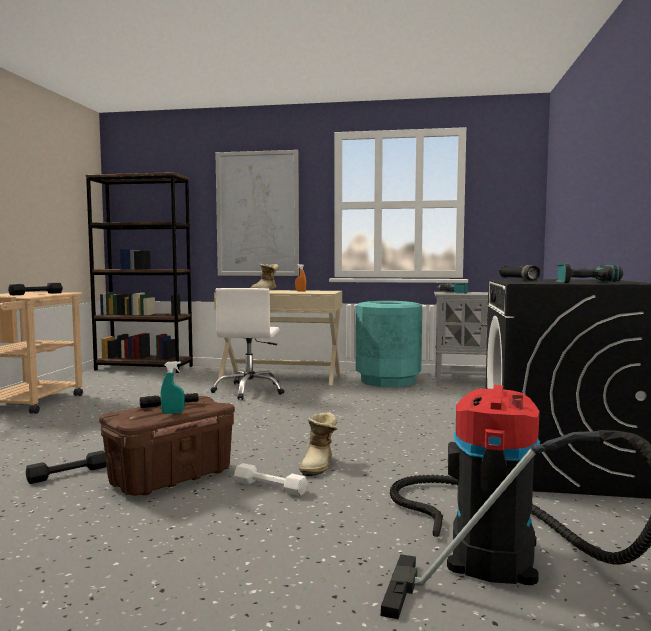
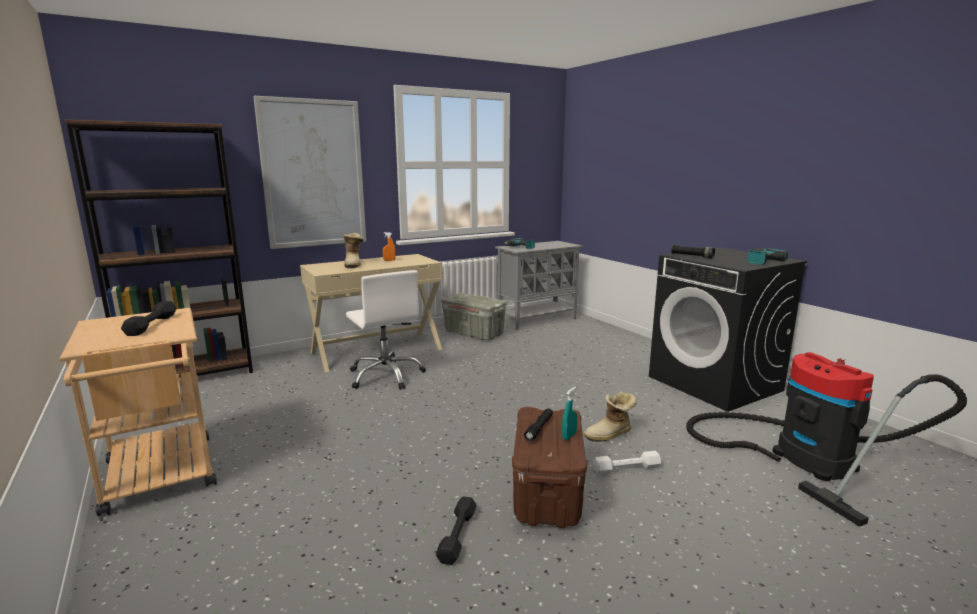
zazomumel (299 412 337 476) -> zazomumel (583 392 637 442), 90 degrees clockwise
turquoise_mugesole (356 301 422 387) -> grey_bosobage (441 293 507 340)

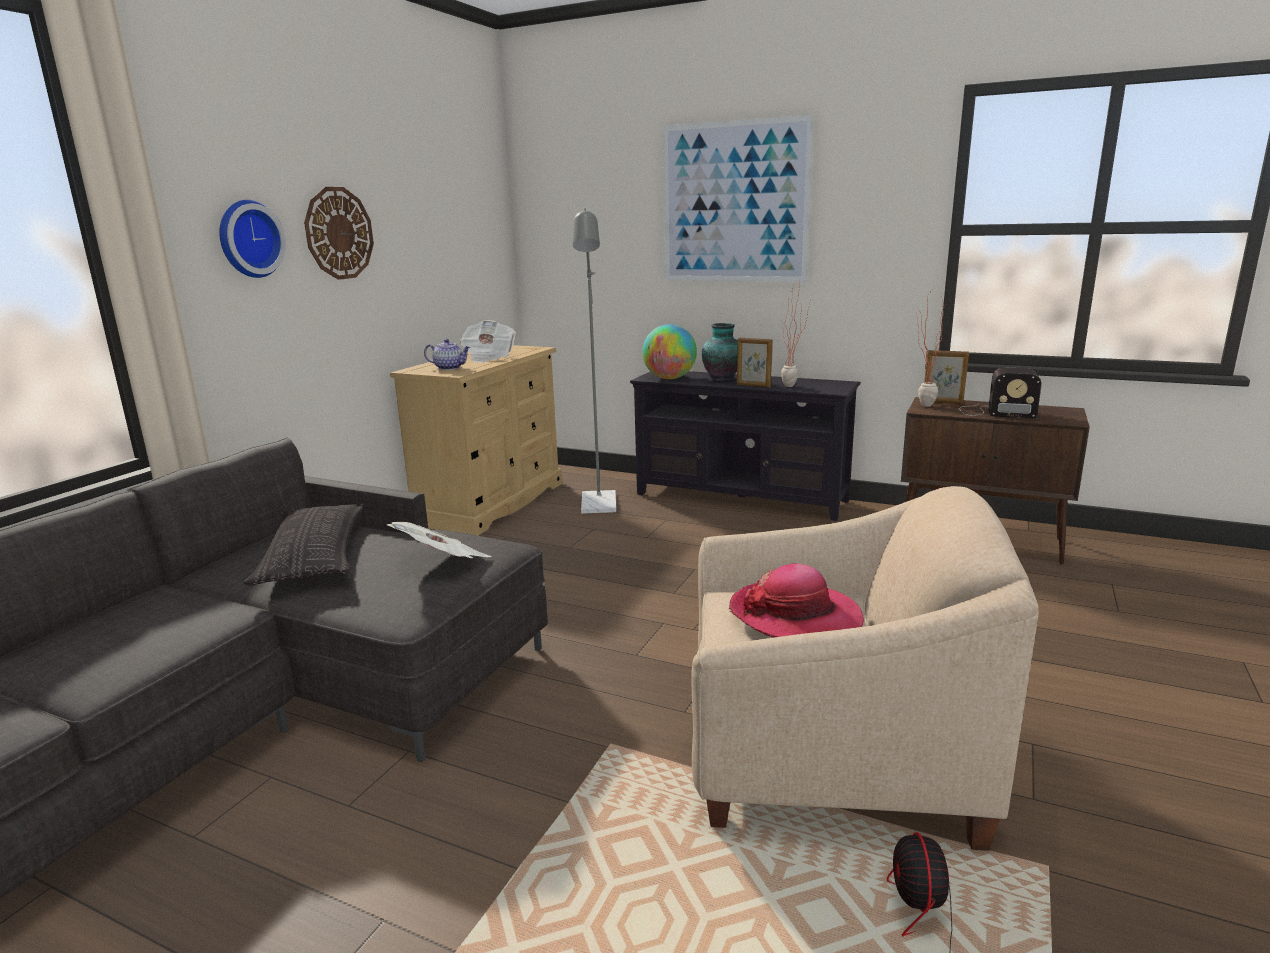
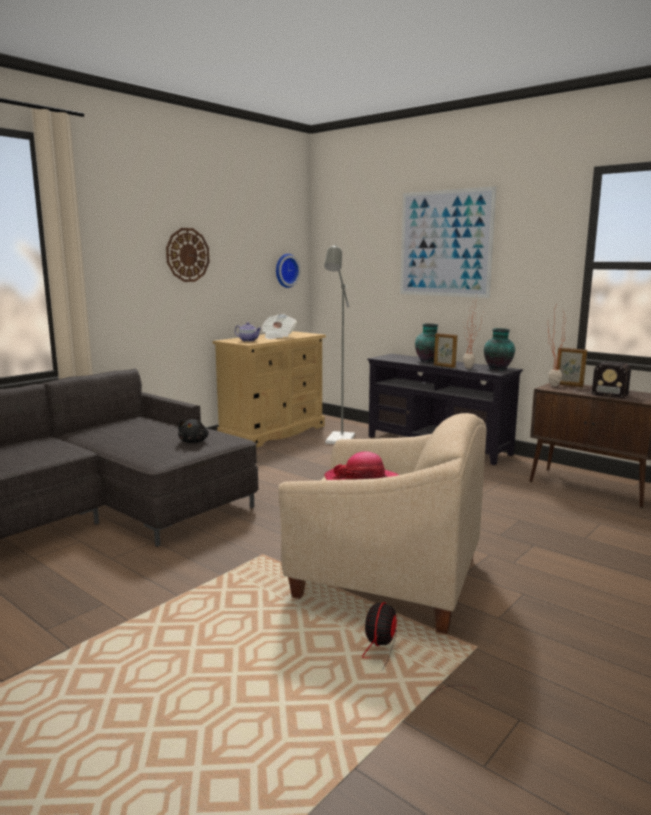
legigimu (219 200 286 278) -> legigimu (276 254 301 288), shifted
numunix (244 503 366 586) -> none
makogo (386 522 492 558) -> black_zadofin (178 419 209 443)
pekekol (642 324 697 379) -> none
none -> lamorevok (484 328 515 370)

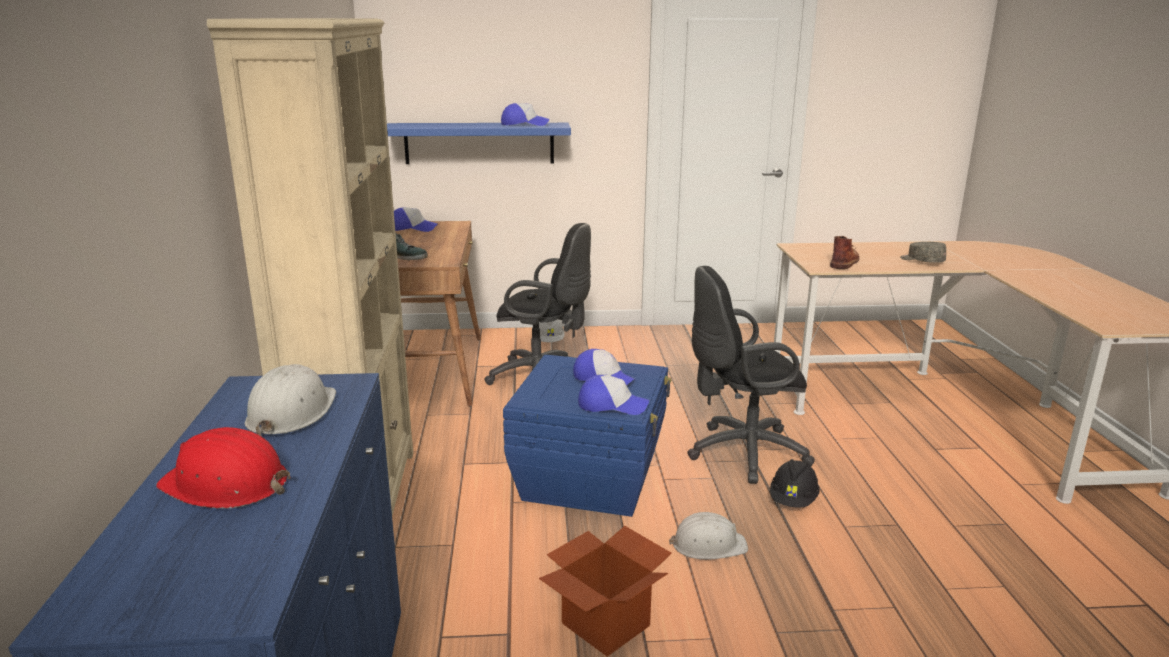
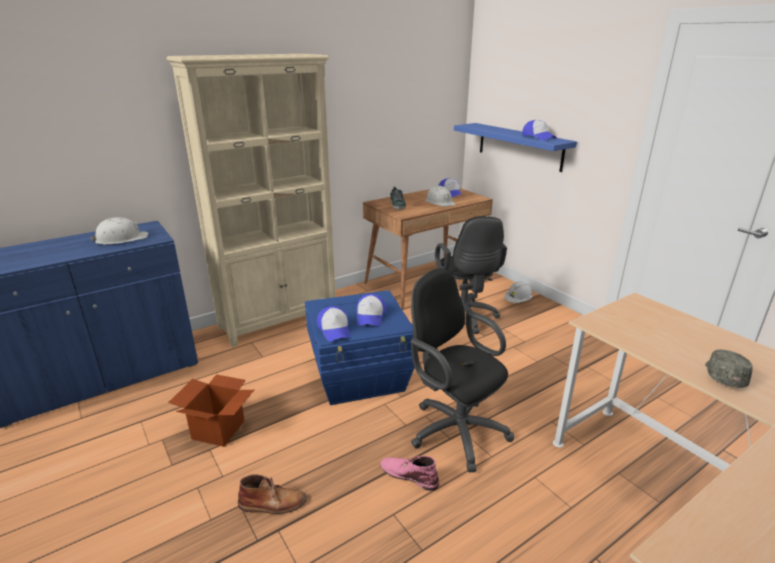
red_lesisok (156 427 291 509) -> none
white_lesisok (669 512 748 560) -> white_lesisok (425 186 456 207), shifted
black_lesisok (770 459 820 508) -> pink_zazomumel (380 456 439 491)
brown_zazomumel (830 236 859 269) -> brown_zazomumel (238 474 307 514), shifted

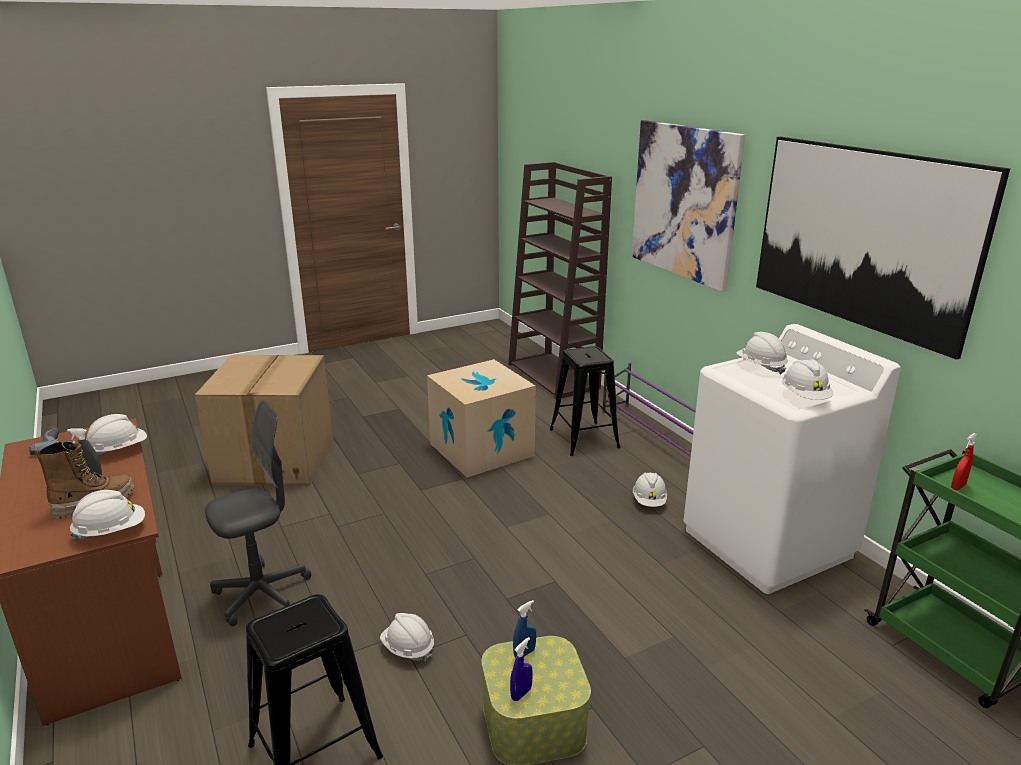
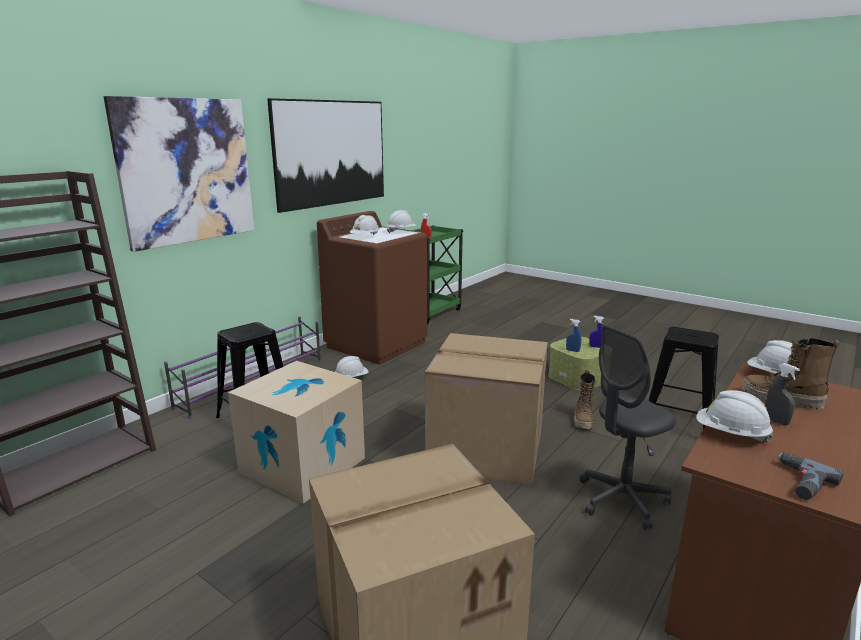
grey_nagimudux (205 400 311 626) -> grey_nagimudux (580 325 676 530), 60 degrees counterclockwise
white_lesisok (380 613 434 661) -> zazomumel (574 370 597 429)
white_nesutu (683 324 901 594) -> brown_nesutu (317 211 427 365)
none -> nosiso (425 333 548 485)

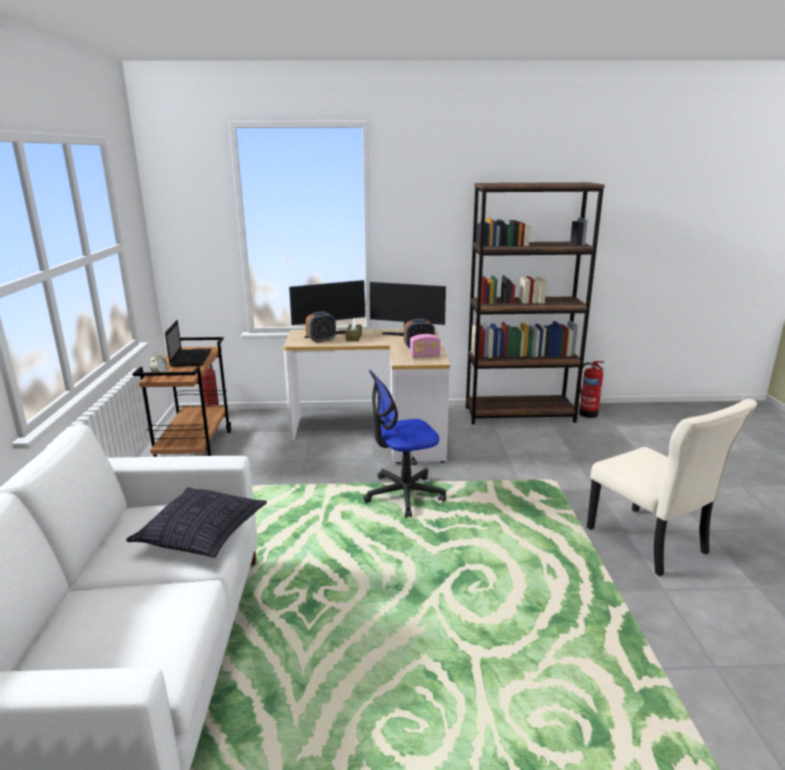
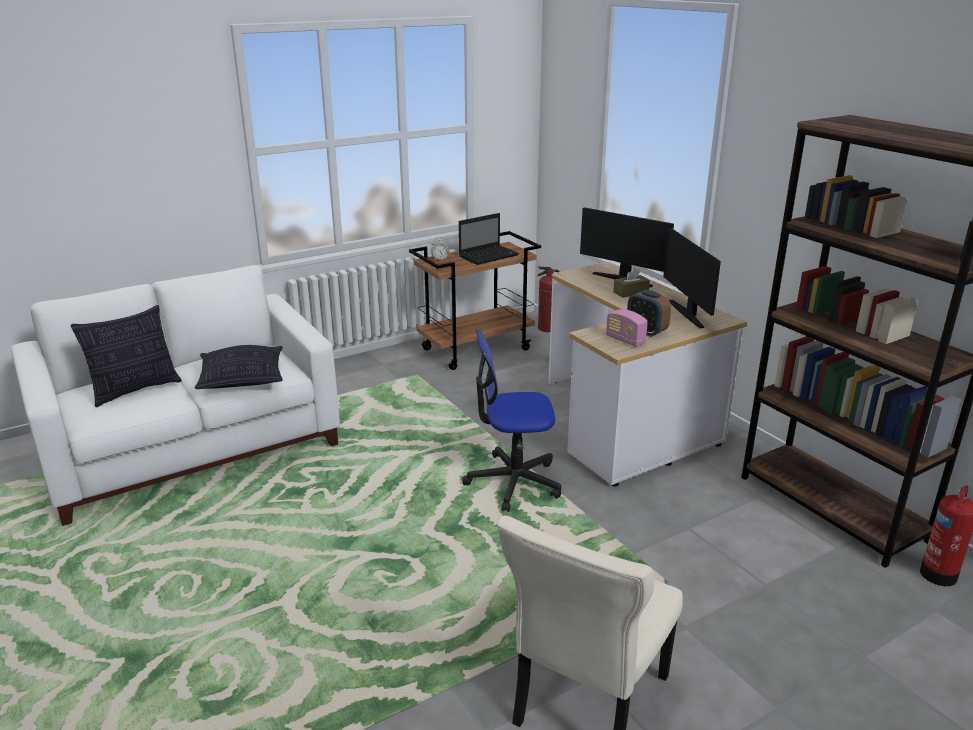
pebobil (305 311 336 343) -> none
nagimudux (363 370 446 518) -> nagimudux (462 329 561 512), 45 degrees counterclockwise
none -> numunix (71 305 181 407)

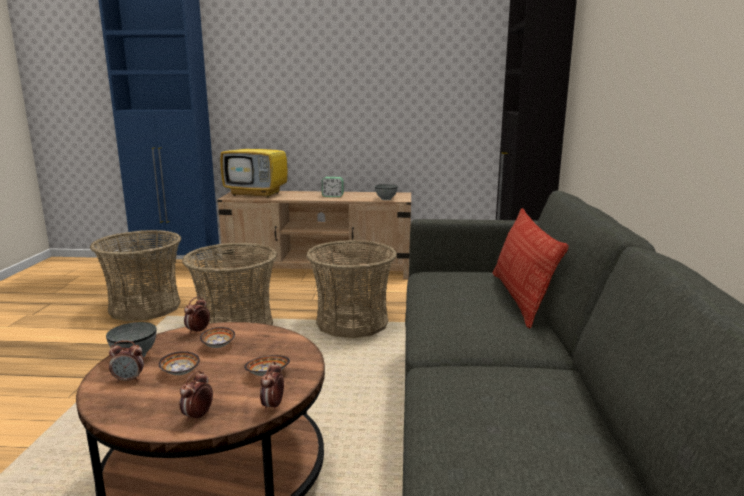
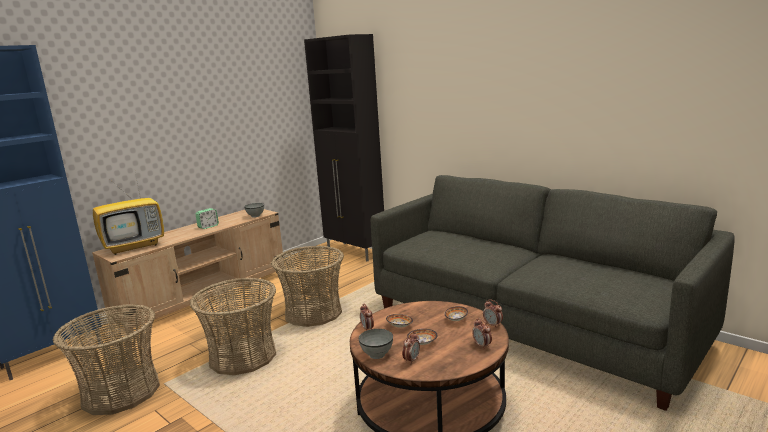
numunix (492 208 569 328) -> none

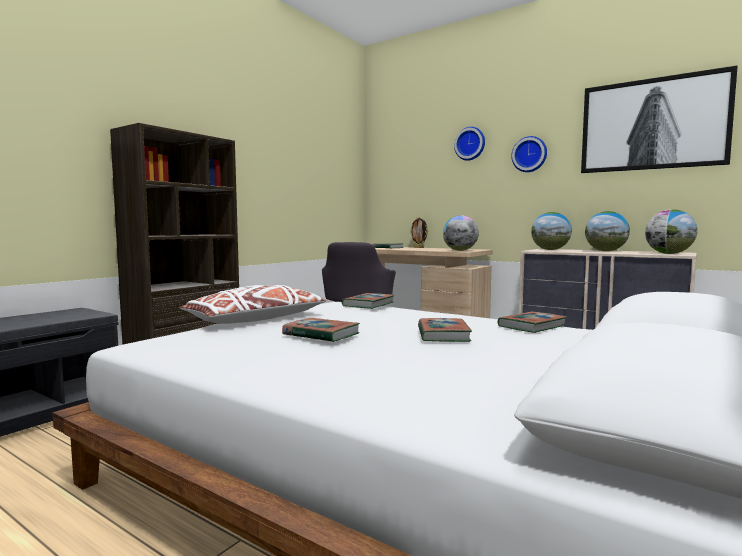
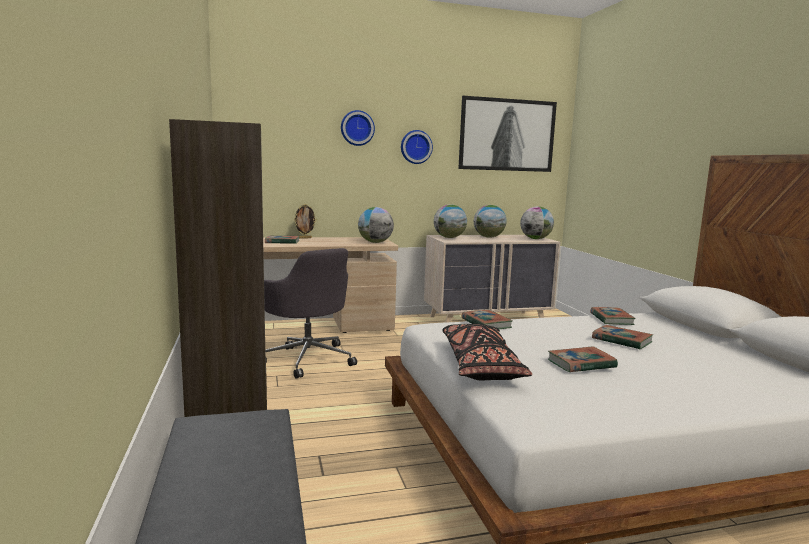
white_numunix (180 285 326 324) -> black_numunix (442 324 532 380)

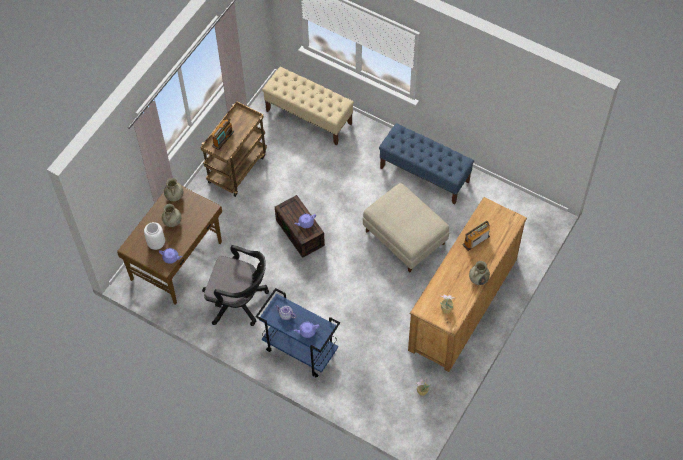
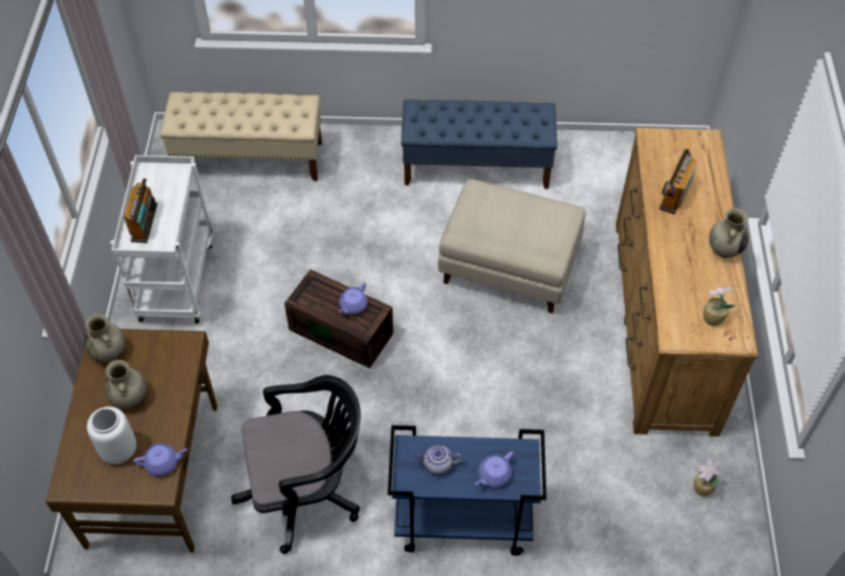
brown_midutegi (200 101 267 197) -> white_midutegi (110 155 213 323)

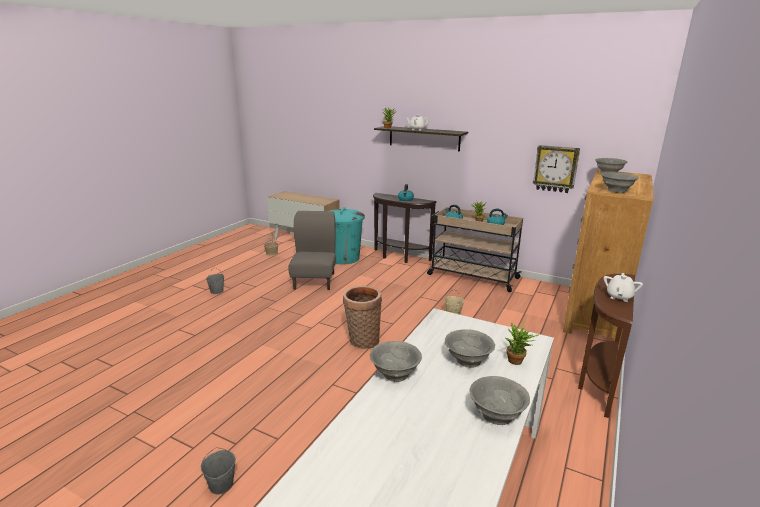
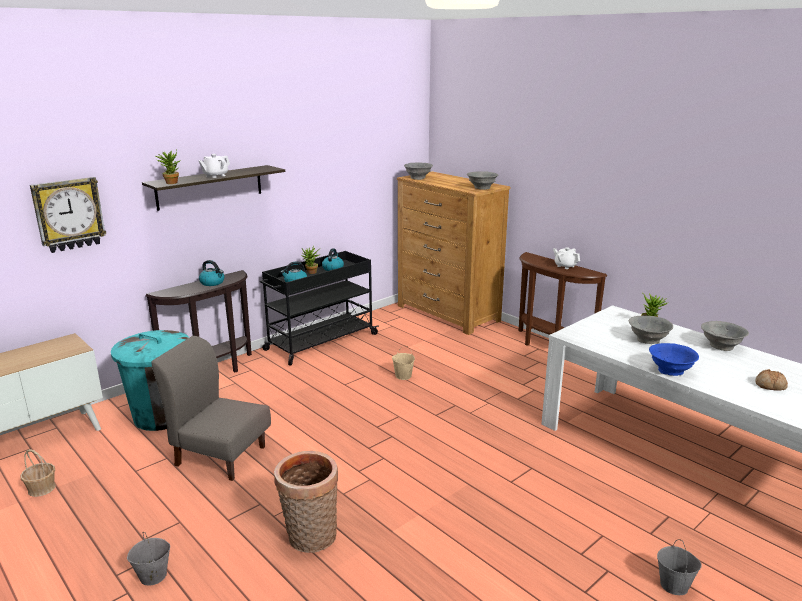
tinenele (343 286 382 349) -> tinenele (274 451 338 553), shifted
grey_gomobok (370 341 422 382) -> blue_gomobok (649 343 699 376)
beige_midutegi (427 207 523 292) -> black_midutegi (260 251 379 365)
legigimu (533 145 580 193) -> legigimu (30 177 106 253), shifted
none -> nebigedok (755 369 788 391)

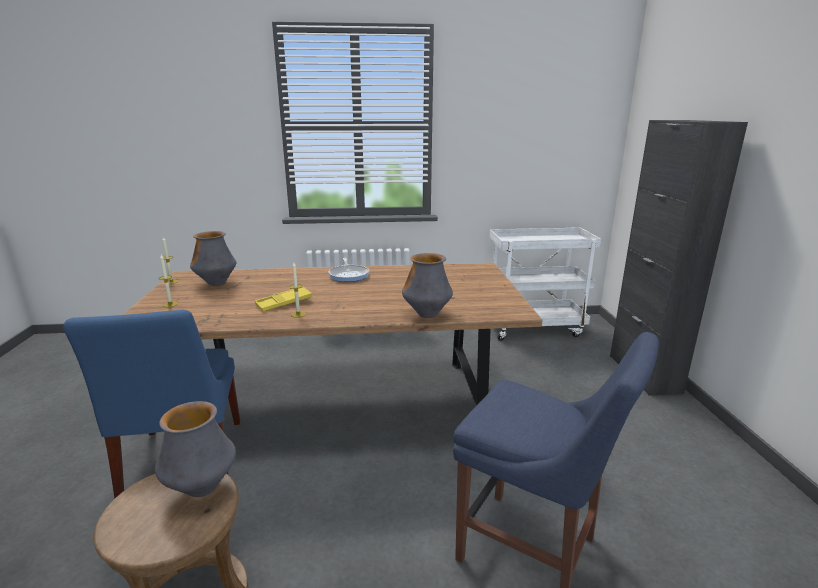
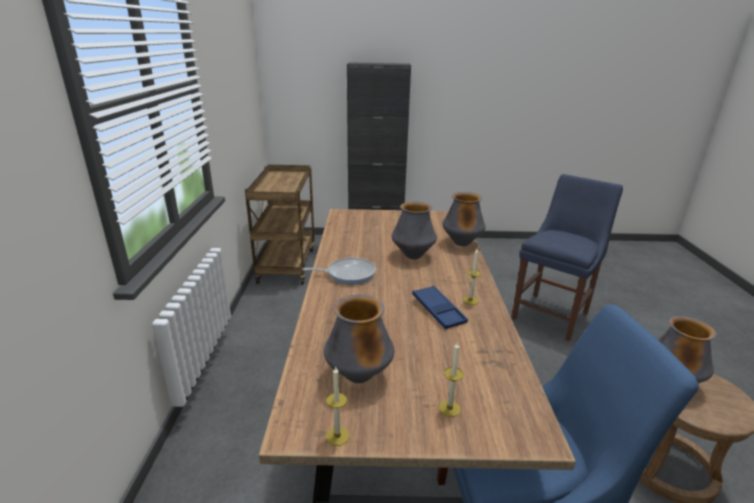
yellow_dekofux (255 286 312 312) -> blue_dekofux (412 285 468 329)
white_midutegi (489 227 602 341) -> brown_midutegi (245 165 315 284)
none -> lamorevok (392 202 437 259)

